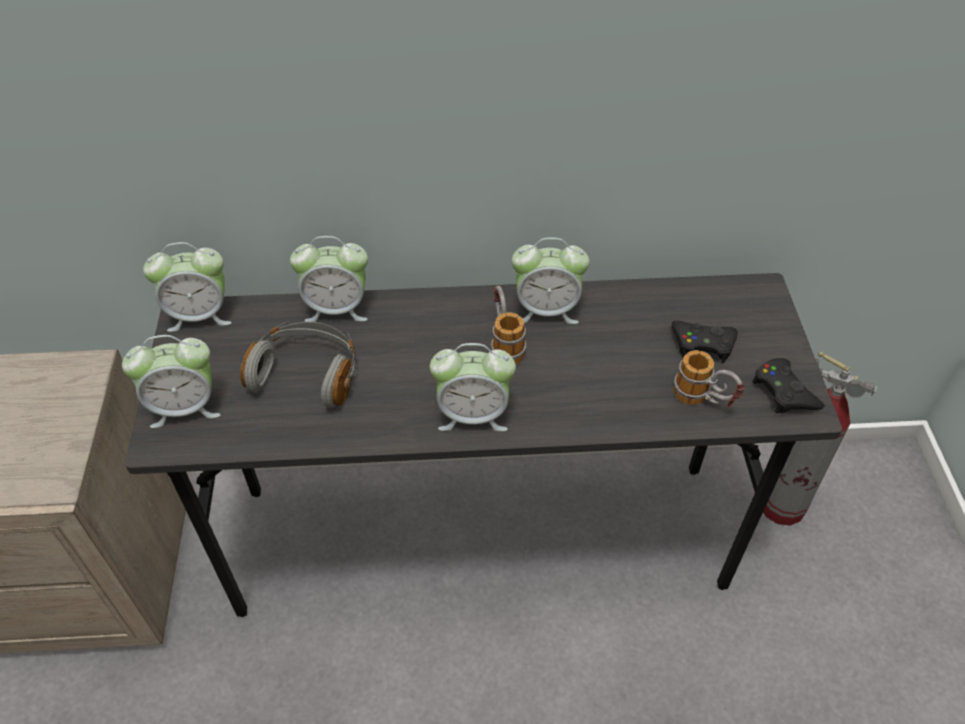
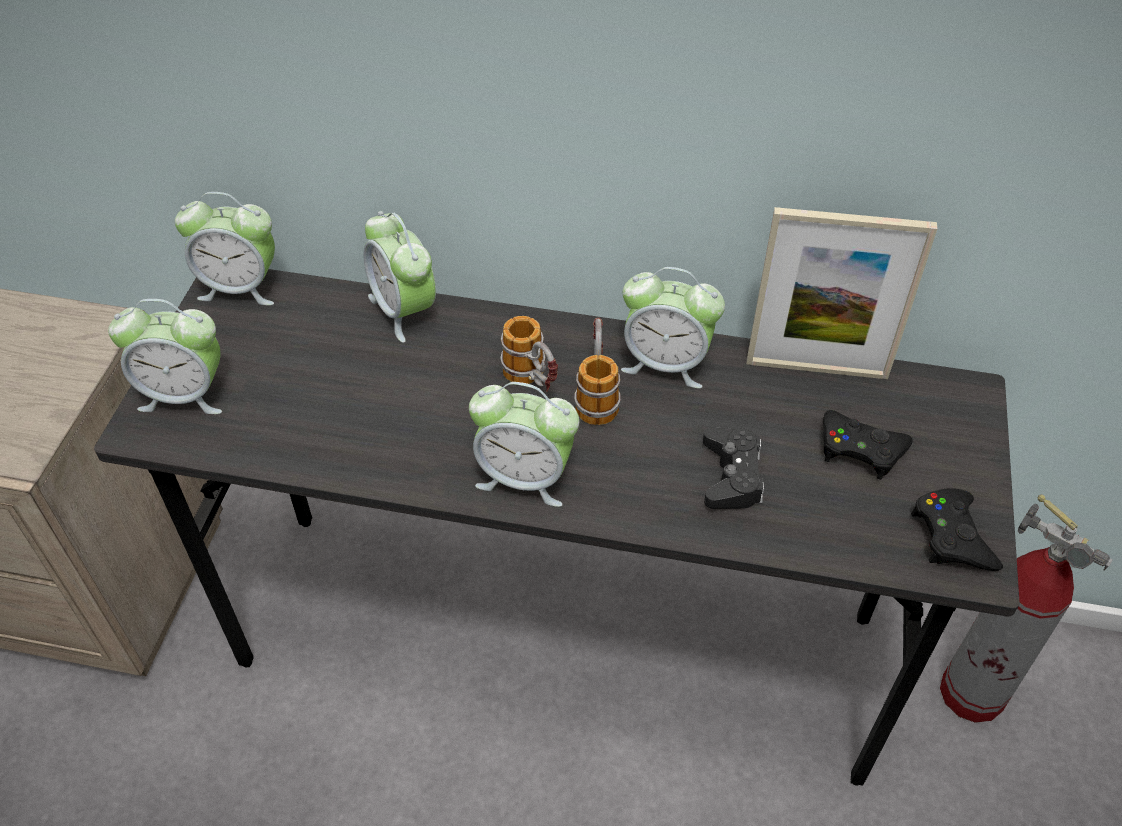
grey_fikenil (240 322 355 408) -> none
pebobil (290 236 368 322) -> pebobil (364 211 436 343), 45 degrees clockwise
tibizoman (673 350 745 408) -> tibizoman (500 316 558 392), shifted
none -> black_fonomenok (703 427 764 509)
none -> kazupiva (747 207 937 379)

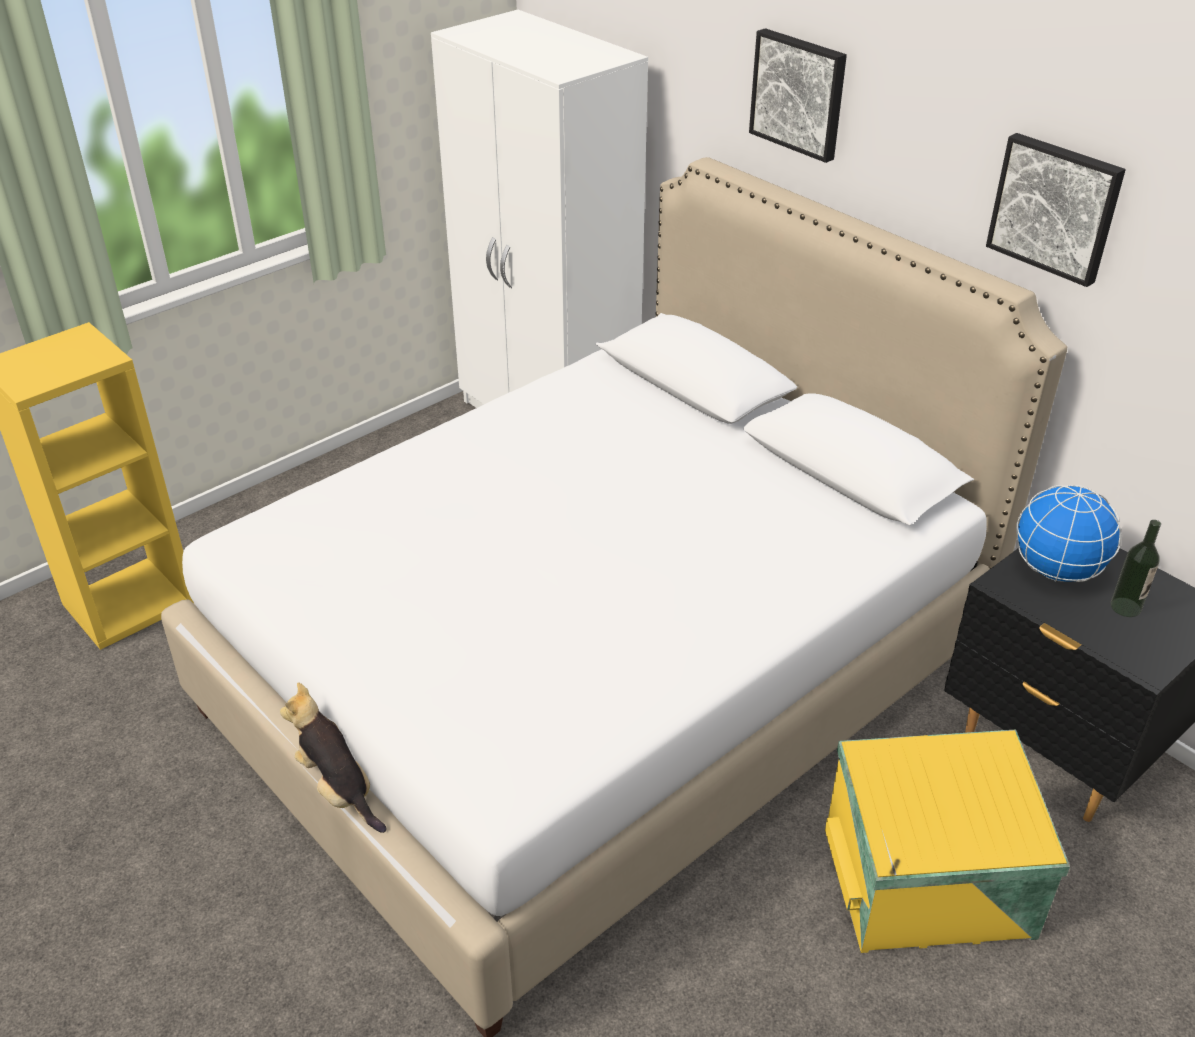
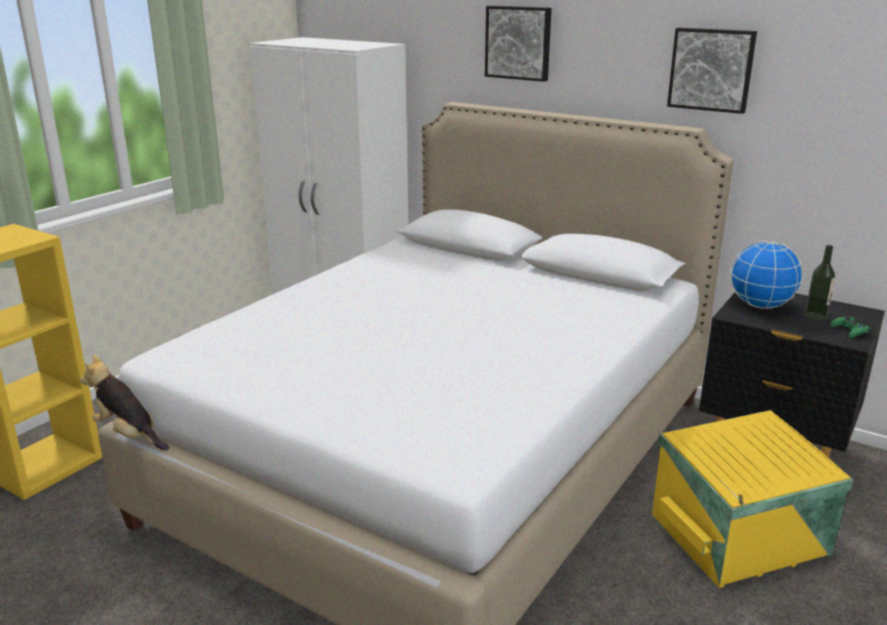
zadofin (280 683 387 833) -> zadofin (80 355 169 451), shifted
none -> green_fonomenok (831 316 870 338)

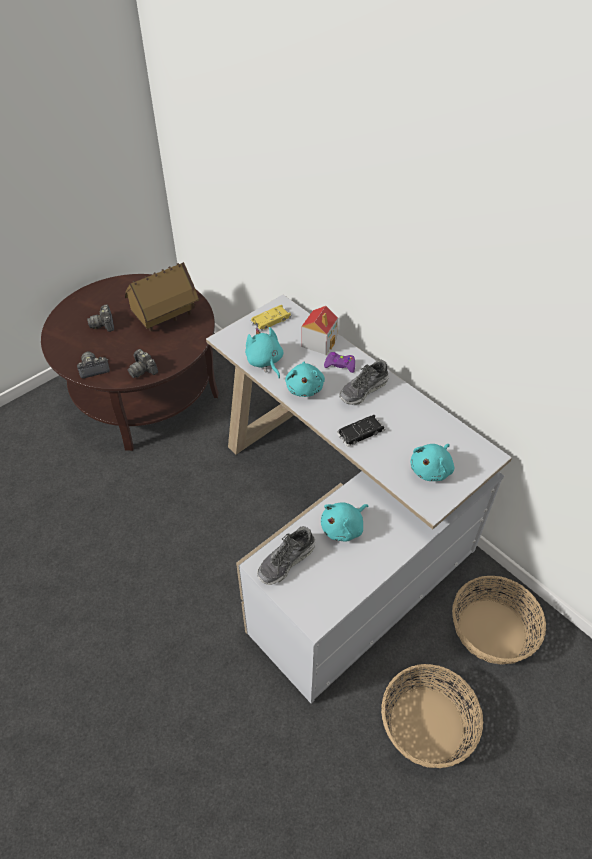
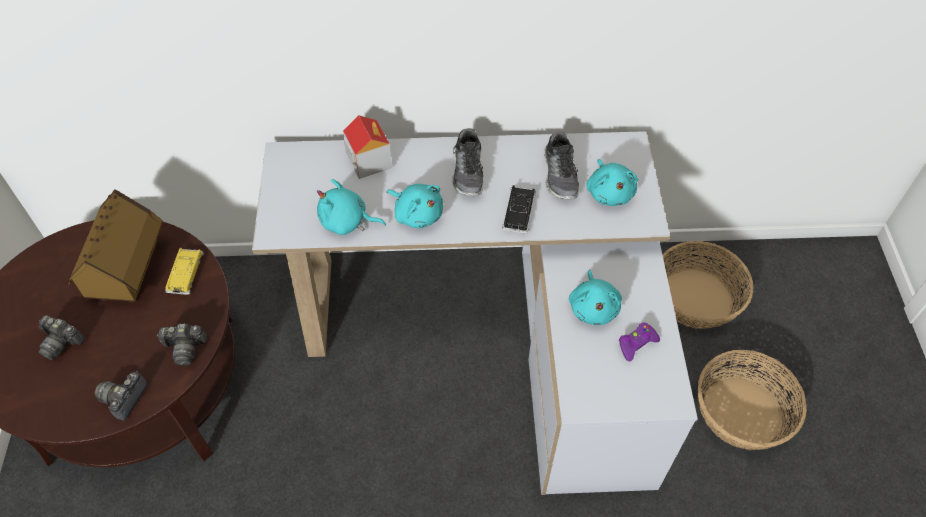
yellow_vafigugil (250 305 292 332) -> yellow_vafigugil (165 248 204 295), shifted
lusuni (257 526 316 585) -> lusuni (544 131 579 199), shifted
purple_fonomenok (324 352 355 373) -> purple_fonomenok (619 322 660 361), shifted

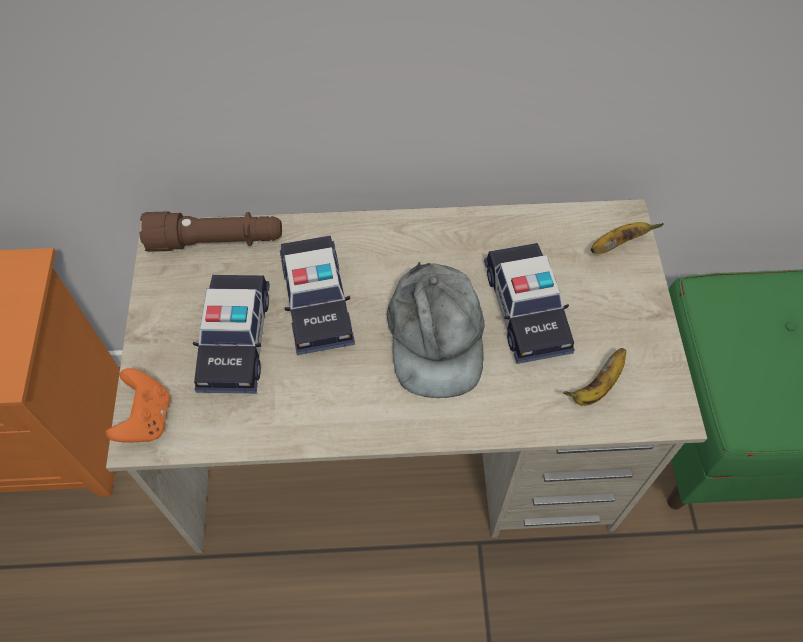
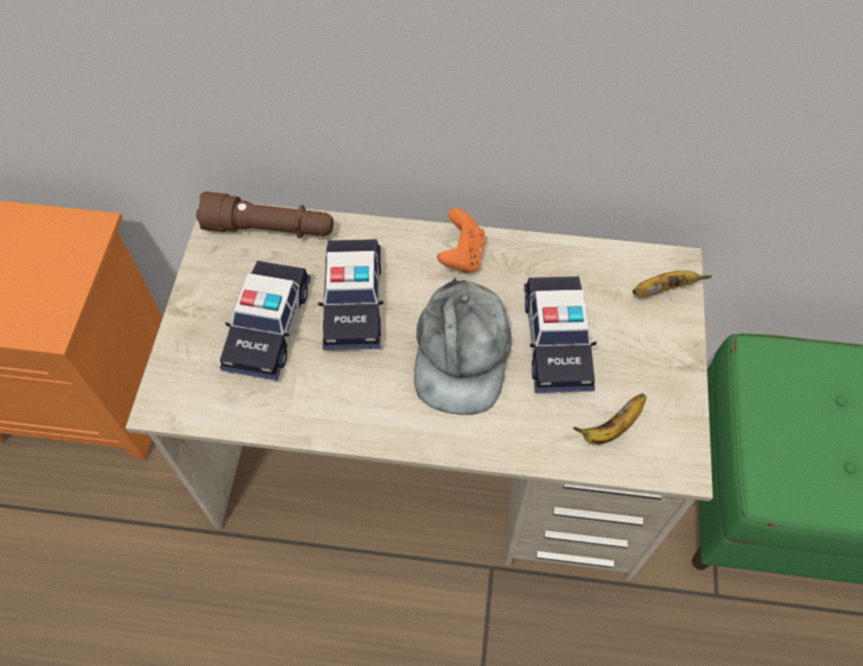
orange_fonomenok (106 368 170 443) -> orange_fonomenok (437 208 485 273), shifted

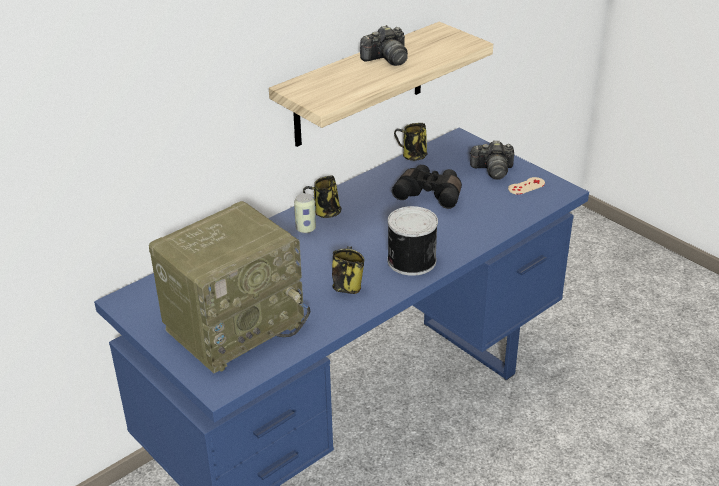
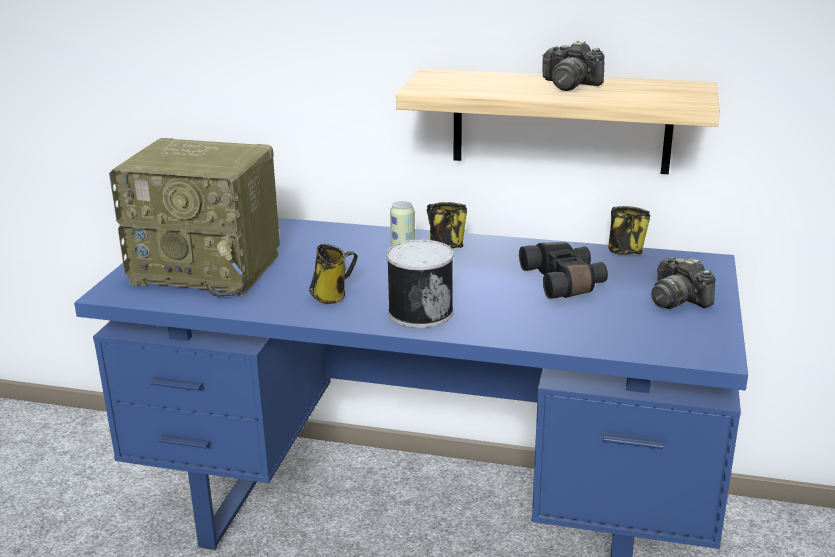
beige_fonomenok (508 177 545 195) -> none

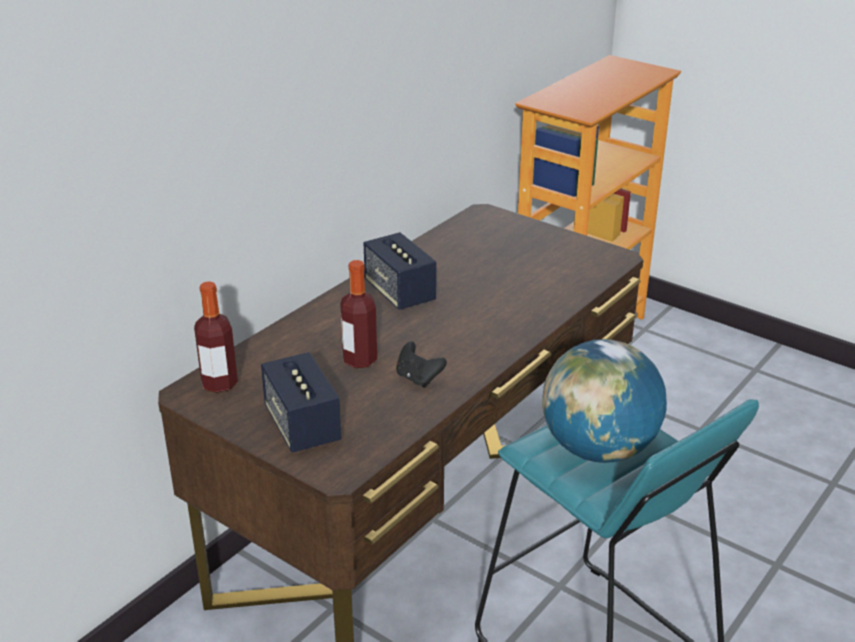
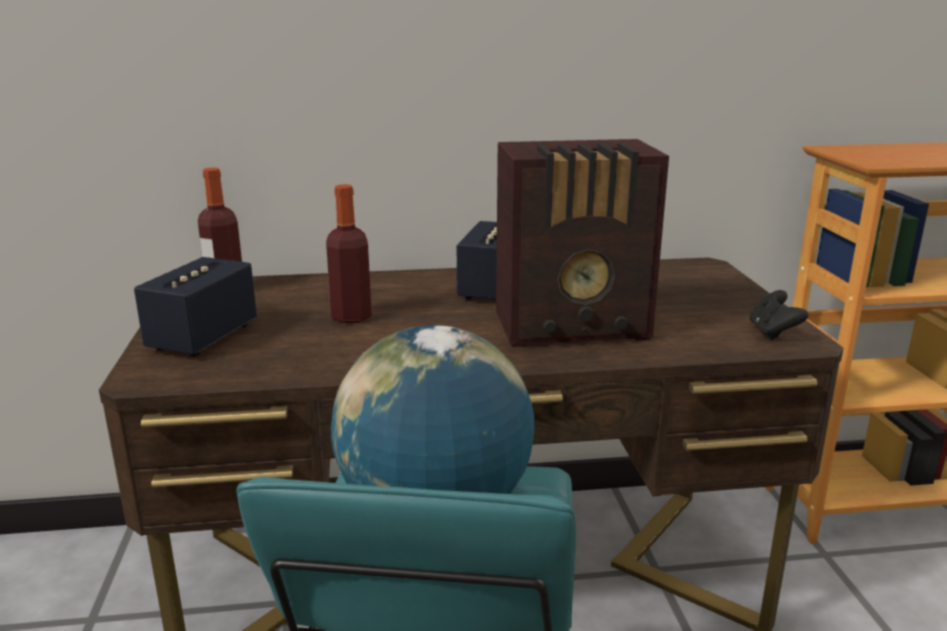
black_fonomenok (396 341 447 388) -> black_fonomenok (749 290 808 340), shifted
none -> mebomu (496 139 669 347)

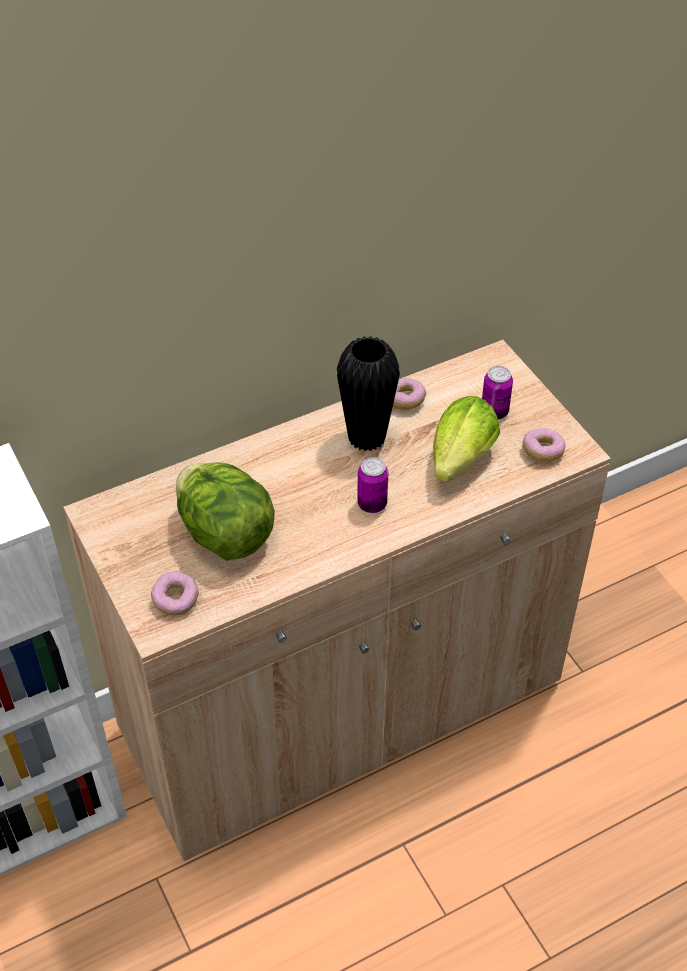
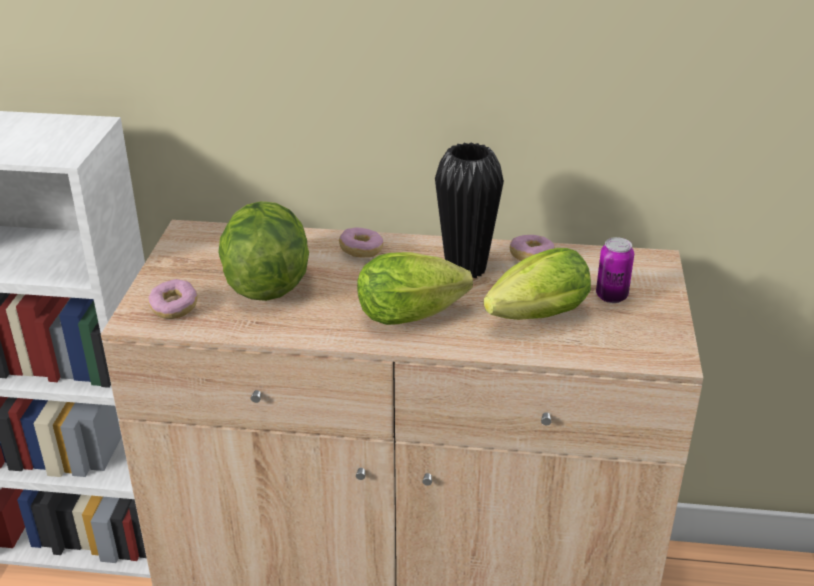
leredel (357 457 388 513) -> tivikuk (357 252 473 325)
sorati (522 428 566 462) -> sorati (339 227 383 257), shifted

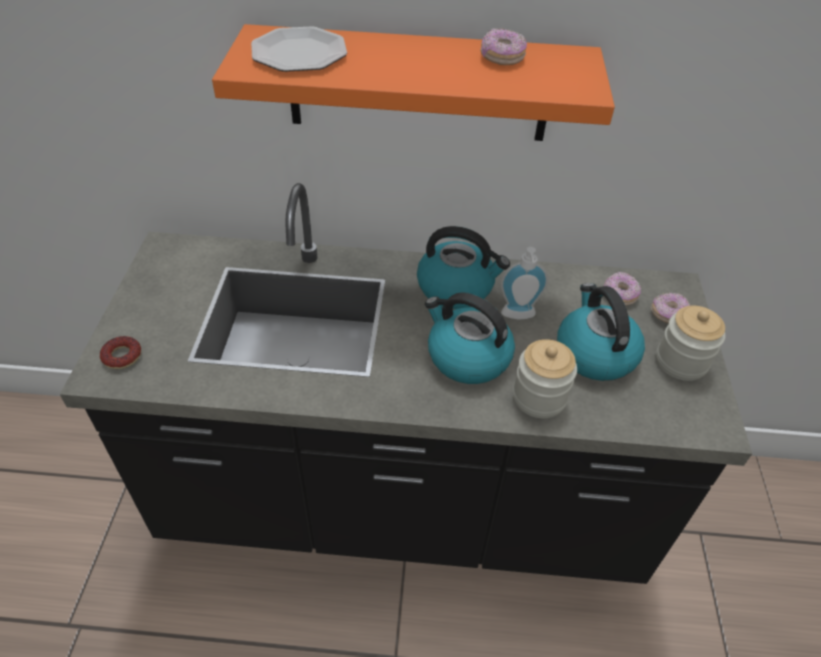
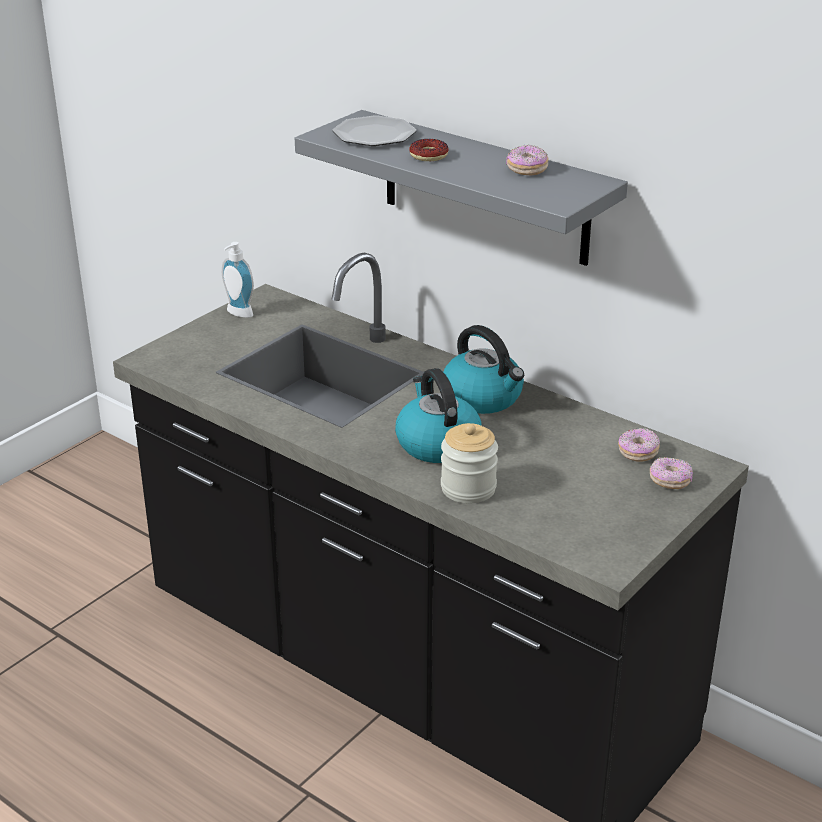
sorati (100 336 141 369) -> sorati (409 139 449 161), shifted
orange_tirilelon (212 24 615 141) -> grey_tirilelon (295 110 628 266)
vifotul (501 247 548 320) -> vifotul (222 242 254 318), shifted
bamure (557 283 645 381) -> none
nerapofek (656 306 725 381) -> none

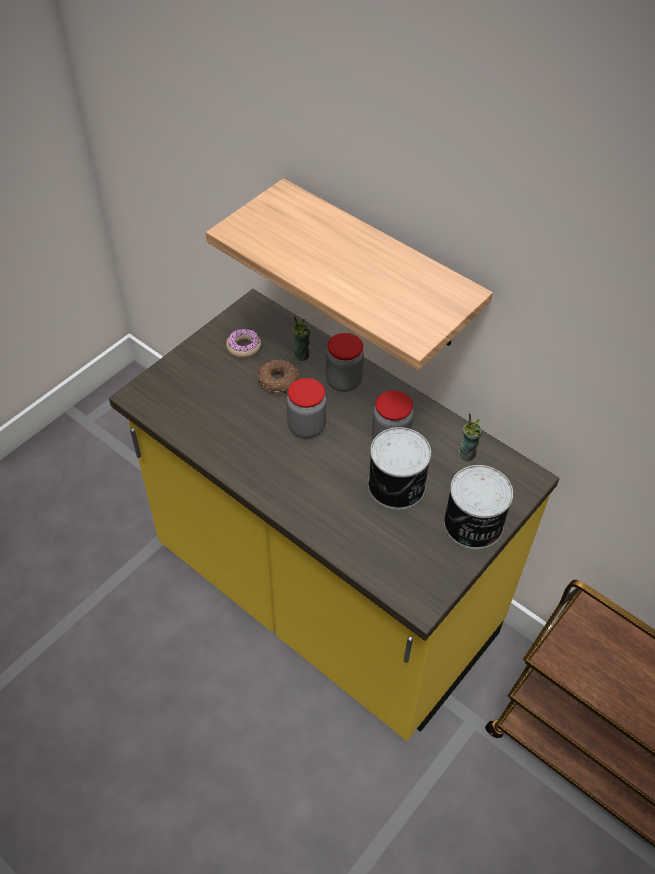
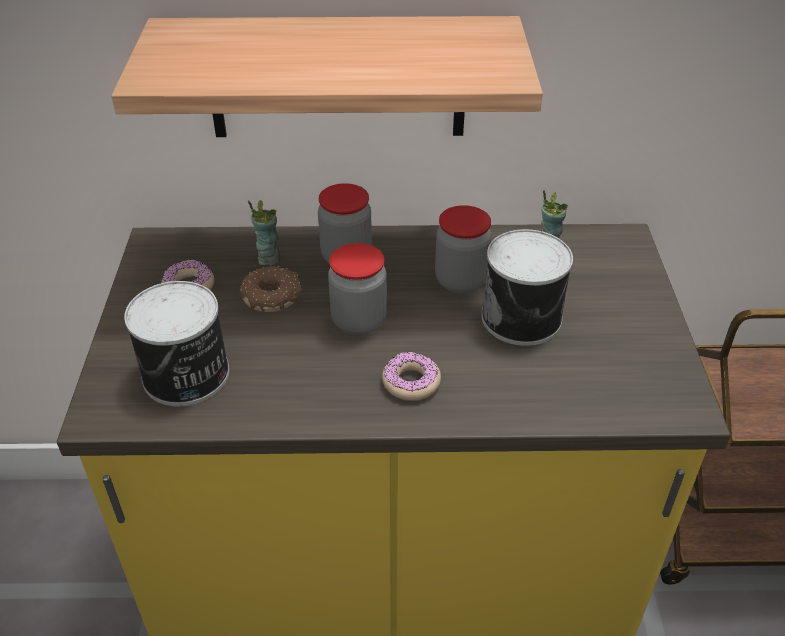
leredel (443 465 513 550) -> leredel (124 281 230 407), shifted
none -> sorati (382 352 441 401)

